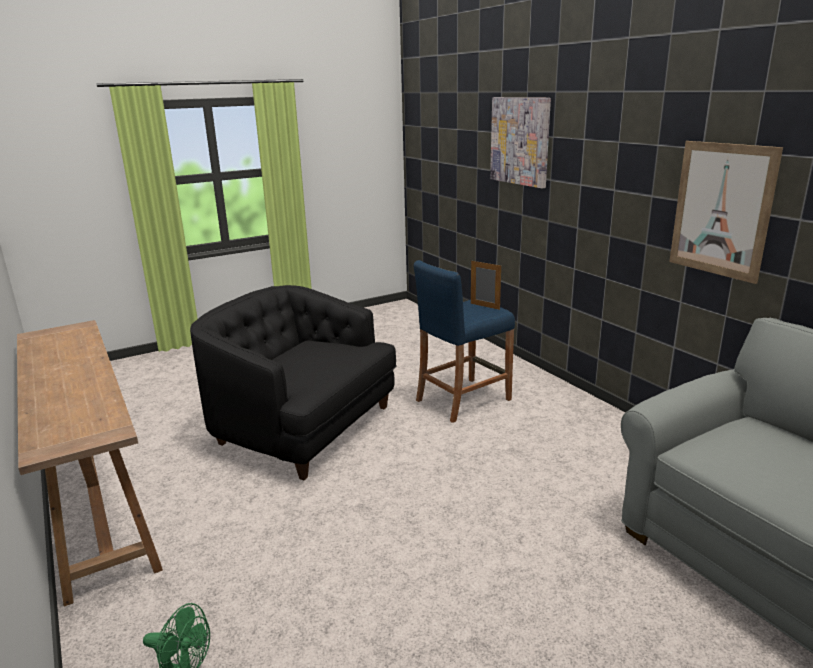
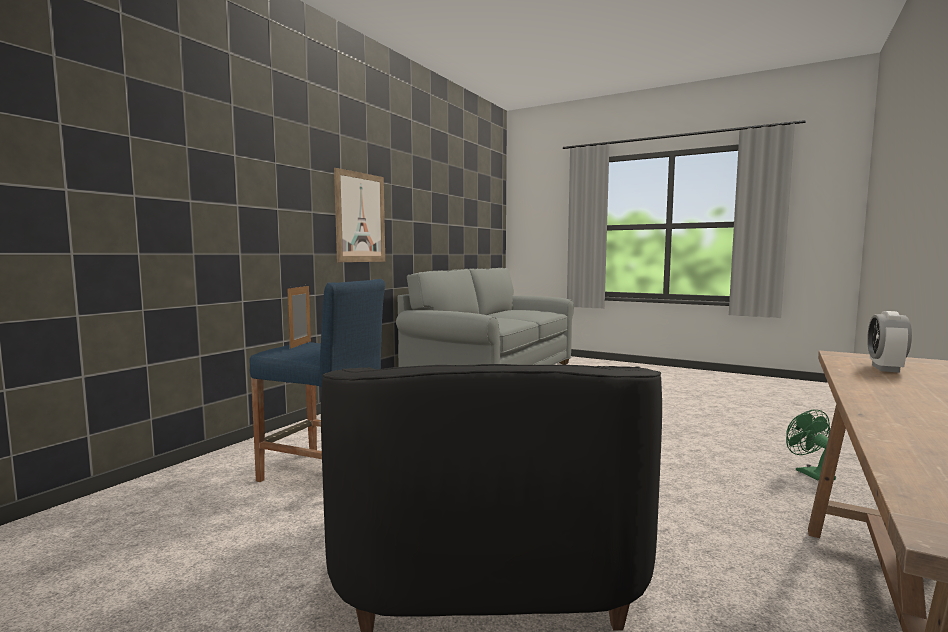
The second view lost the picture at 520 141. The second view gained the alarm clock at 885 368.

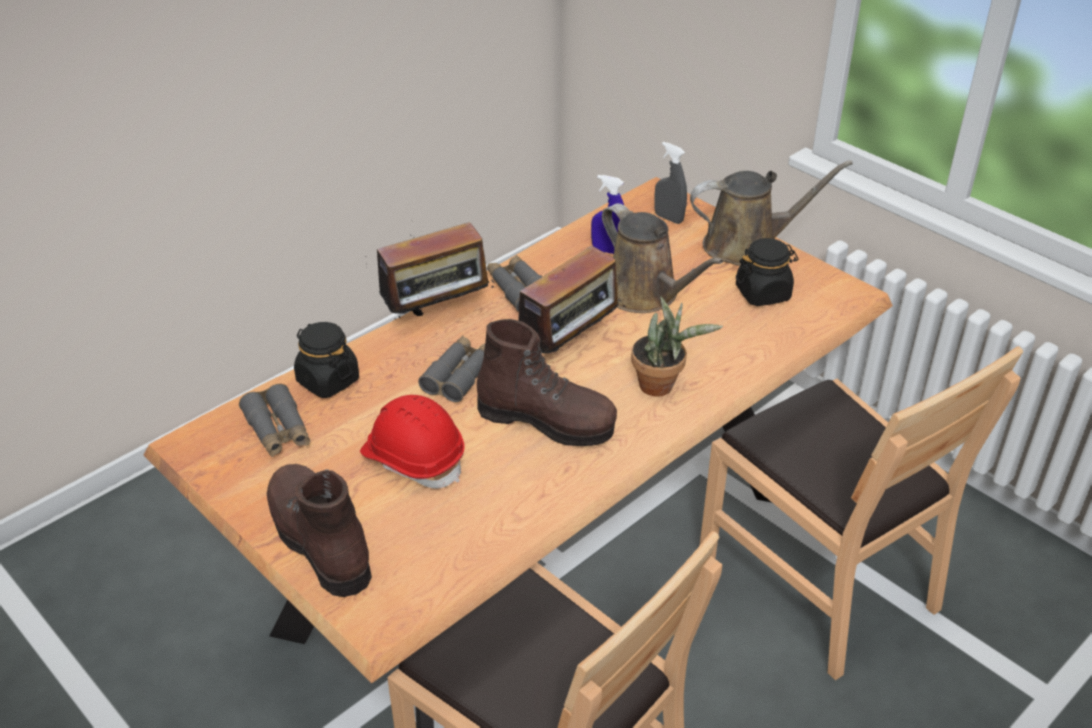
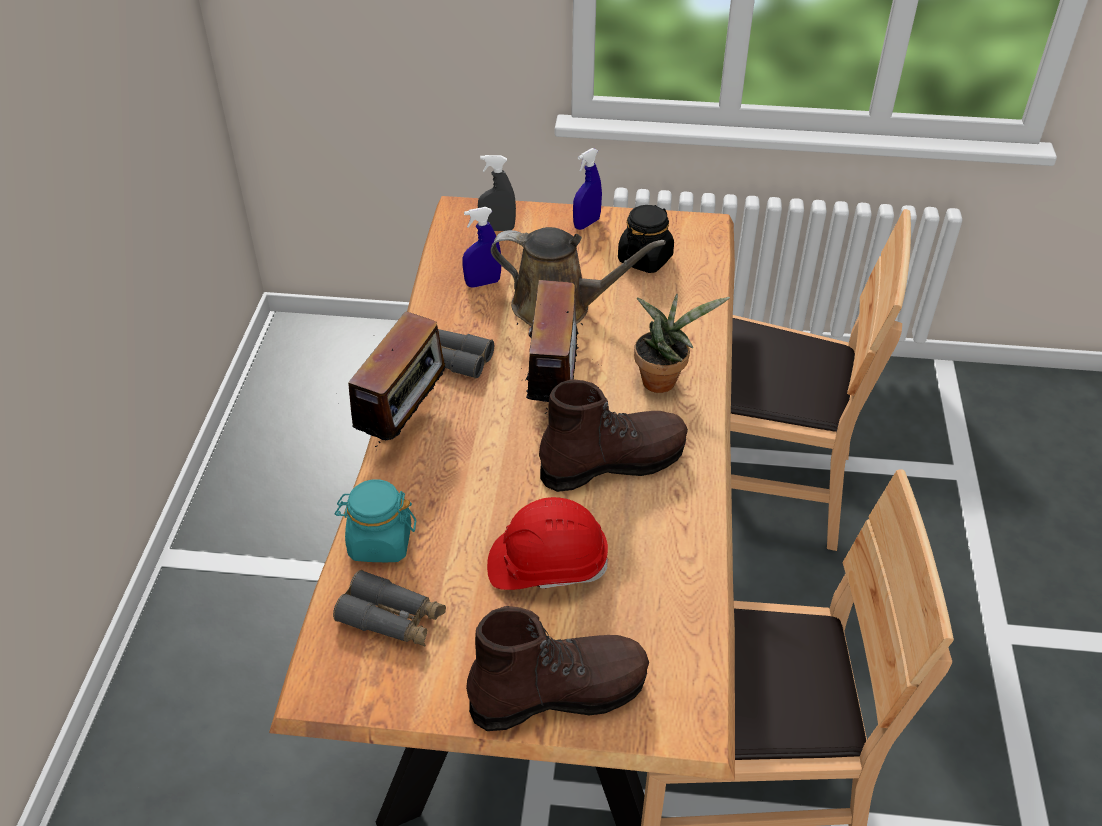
Where the brown watering can stood at 747 245, the blue spray bottle came to stand at 586 223. What was the black jar at 327 381 turned into the turquoise jar at 380 542. The second view lost the grey binoculars at 459 375. The brown boot at 319 541 ended up facing another way, 150 degrees clockwise from before.

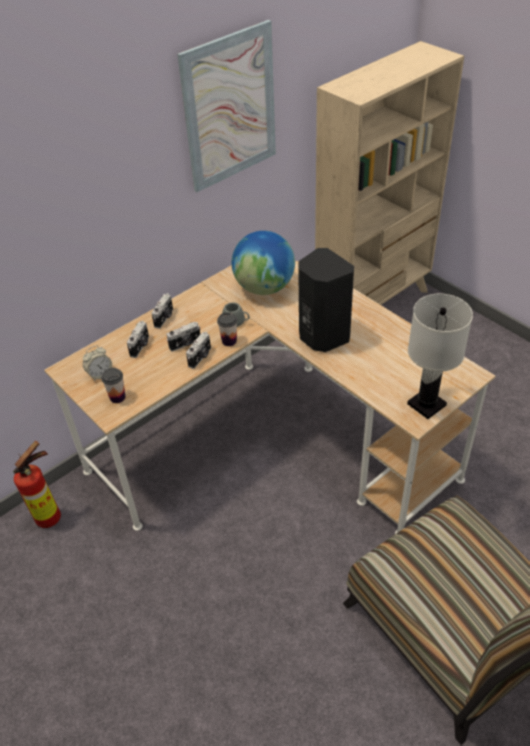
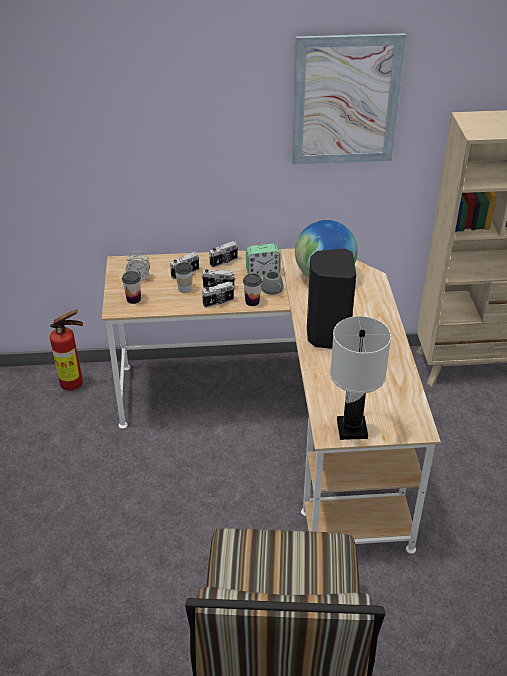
The second view gained the alarm clock at 262 273. The second view gained the cup at 185 289.

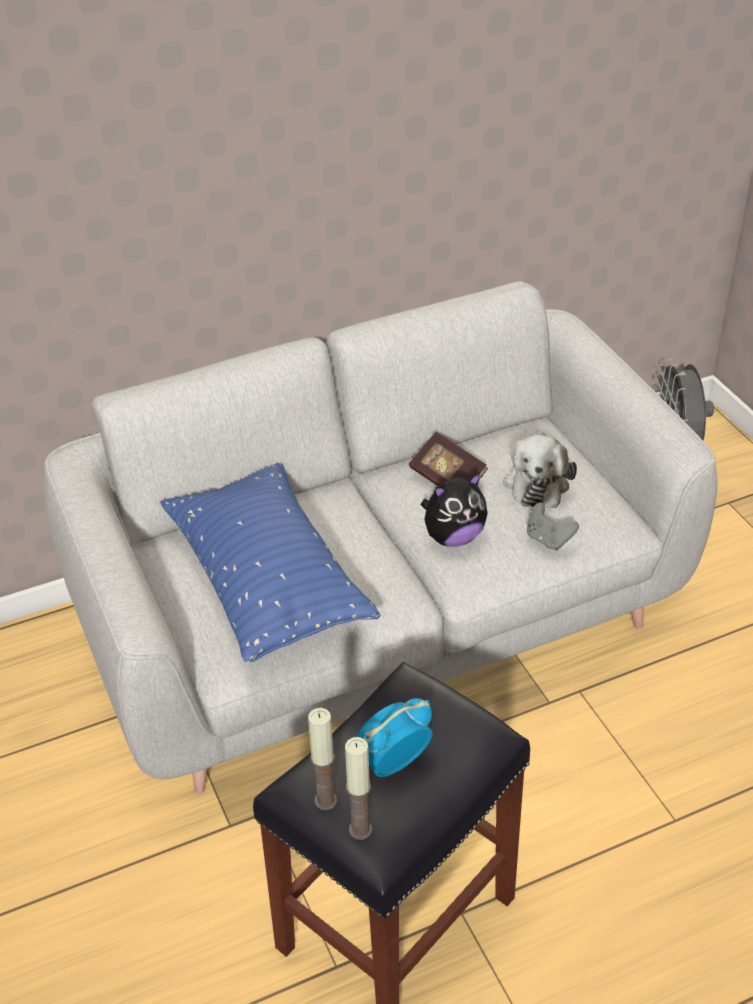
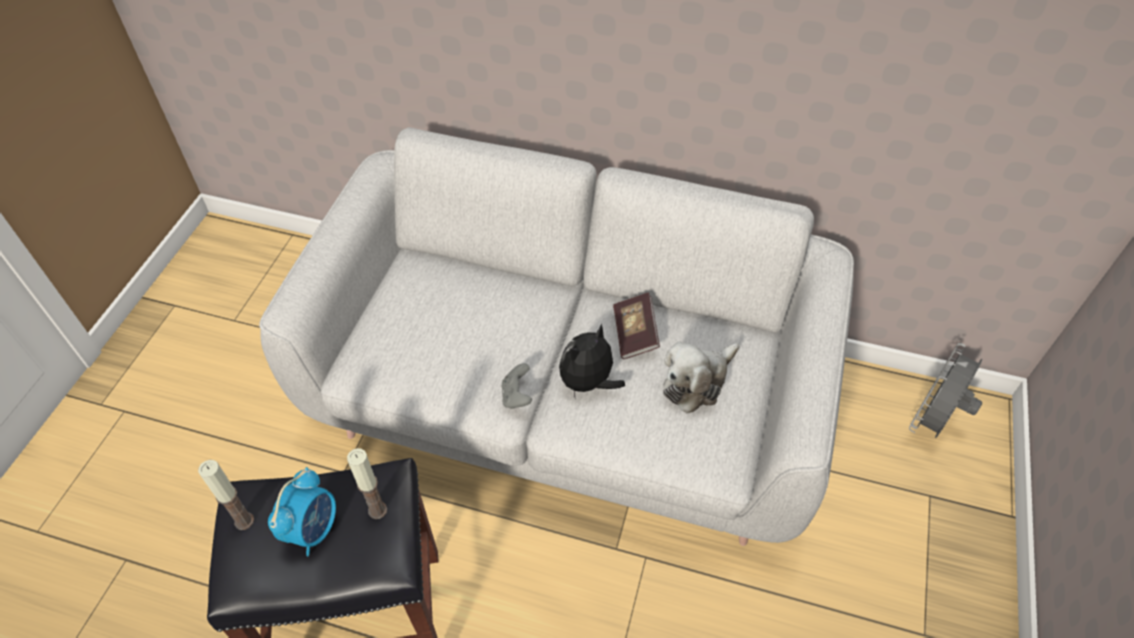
The second view lost the blue pillow at 267 582. The plush toy at 453 537 ended up facing another way, 120 degrees clockwise from before. The grey game controller ended up elsewhere, having gone from 548 539 to 517 396. The alarm clock at 392 763 ended up facing another way, 105 degrees clockwise from before. The candle ended up elsewhere, having gone from 360 829 to 377 510.

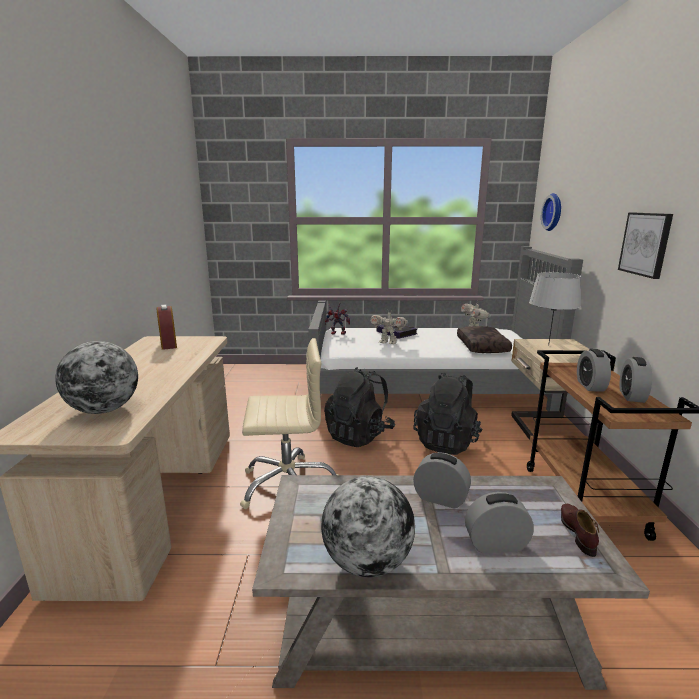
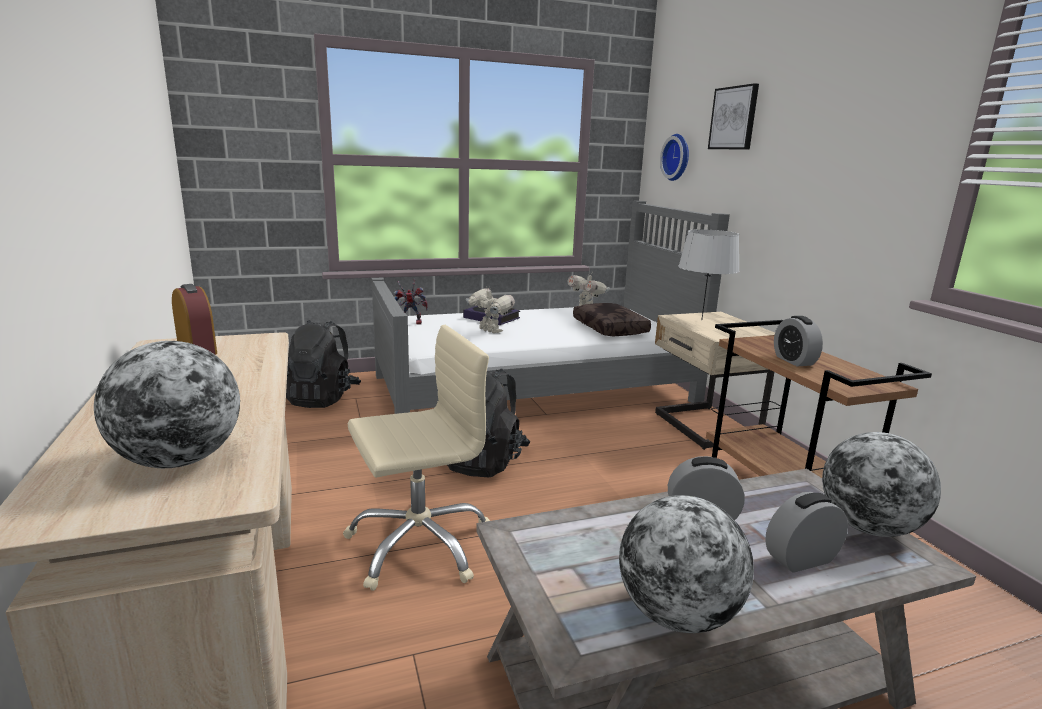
The picture ended up elsewhere, having gone from 645 244 to 734 118. The toy robot at 388 342 ended up facing another way, 135 degrees counterclockwise from before. The second view lost the alarm clock at 631 396. The black backpack ended up elsewhere, having gone from 447 442 to 321 398. Where the brown shoe stood at 577 532, the globe came to stand at 868 527.

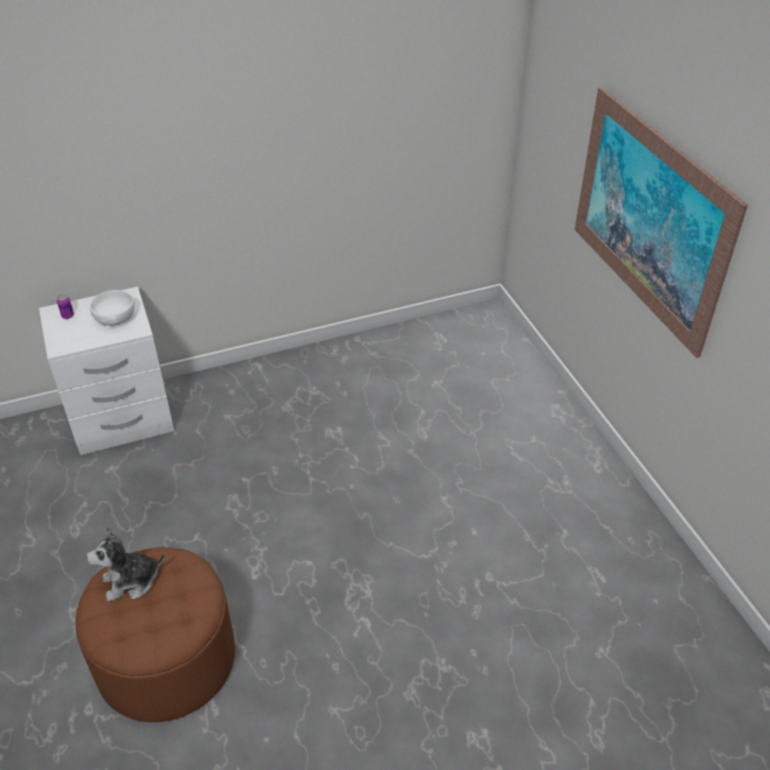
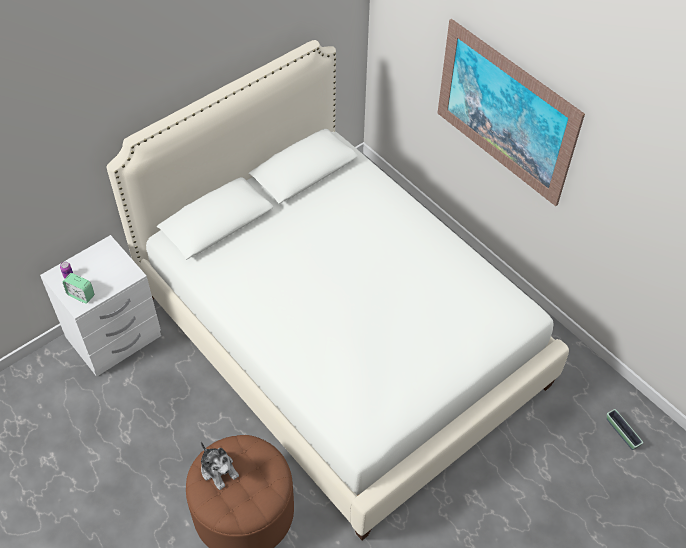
The second view lost the white bowl at 115 317. The plush toy at 131 581 ended up facing another way, 90 degrees counterclockwise from before. The second view gained the white bed at 341 337. The second view gained the alarm clock at 81 295. The second view gained the planter at 622 433.

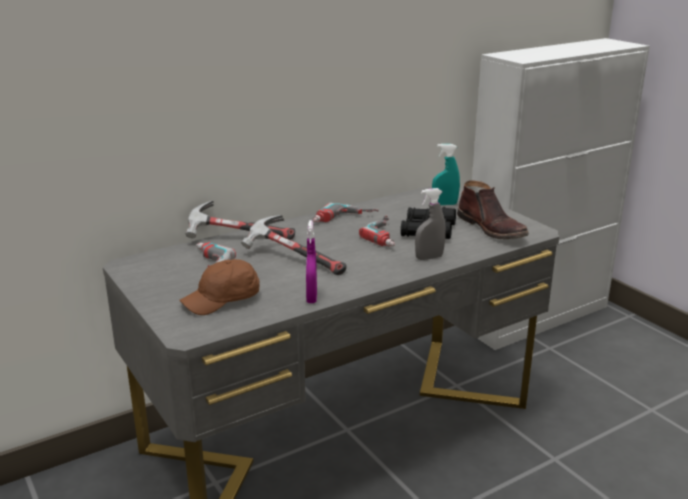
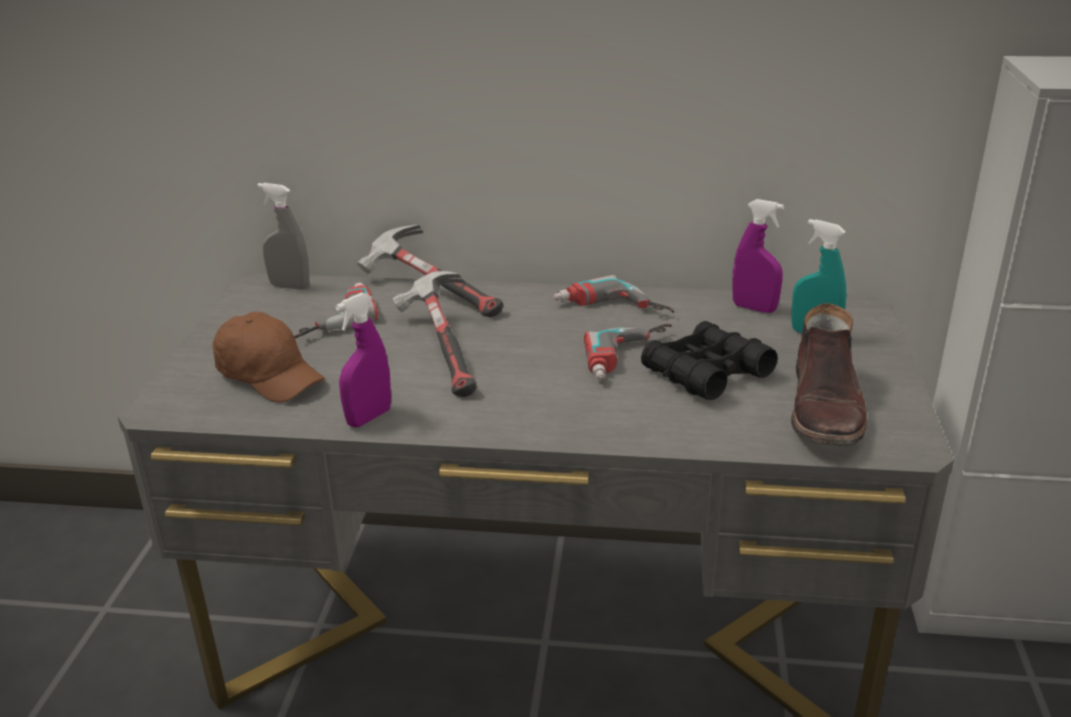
The grey spray bottle ended up elsewhere, having gone from 429 258 to 290 286. The brown cap at 222 300 ended up facing another way, 150 degrees counterclockwise from before. The second view gained the purple spray bottle at 754 308.

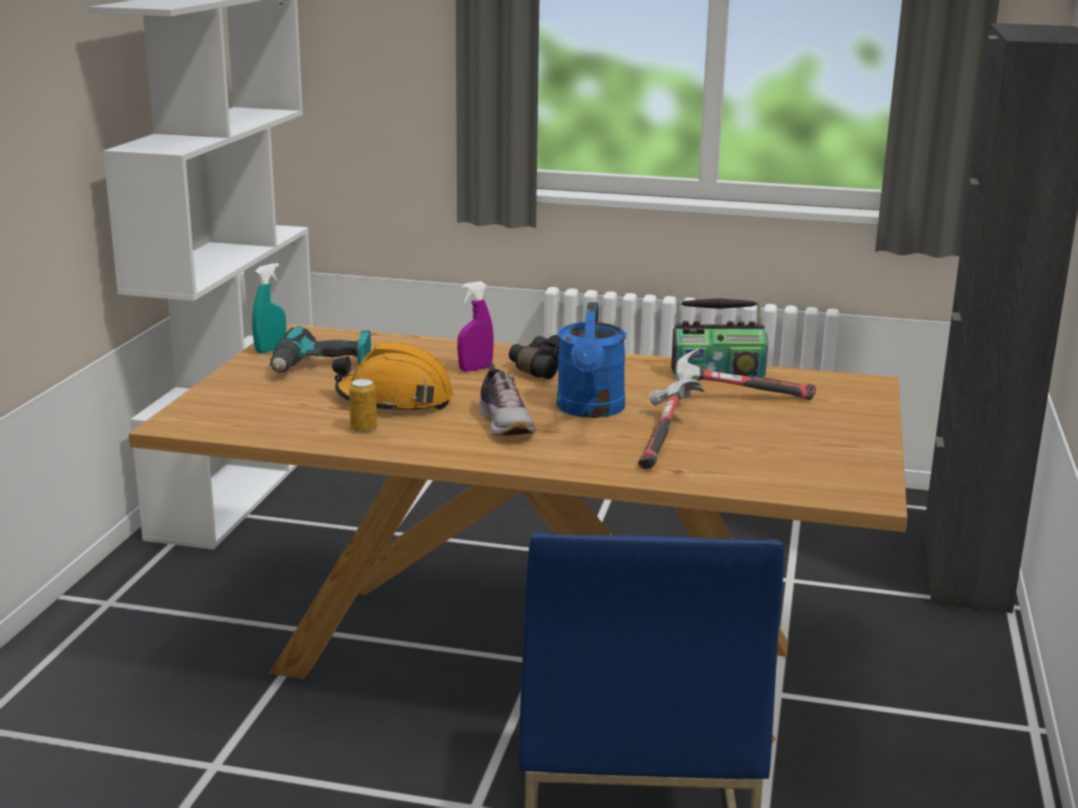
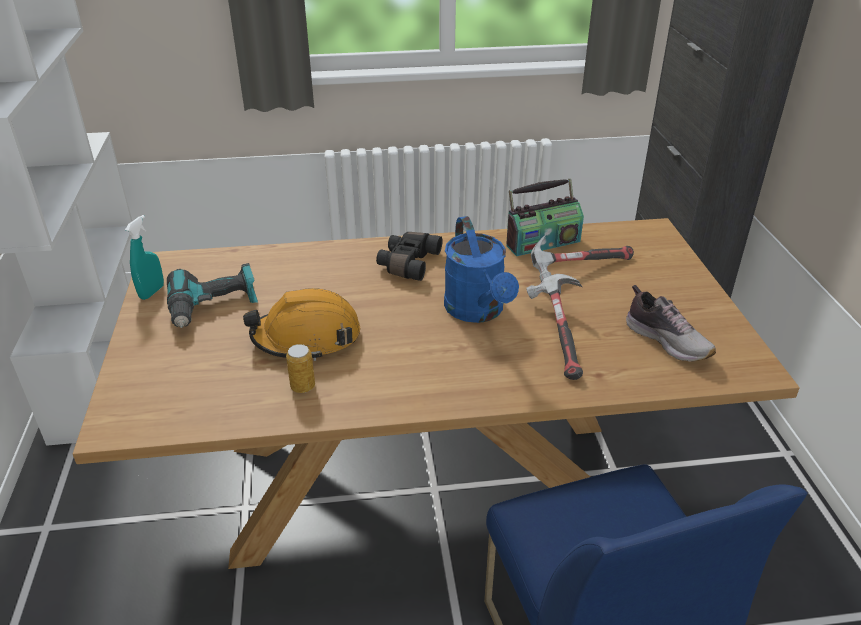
The second view lost the purple spray bottle at 475 369. The shoe ended up elsewhere, having gone from 506 424 to 667 340.

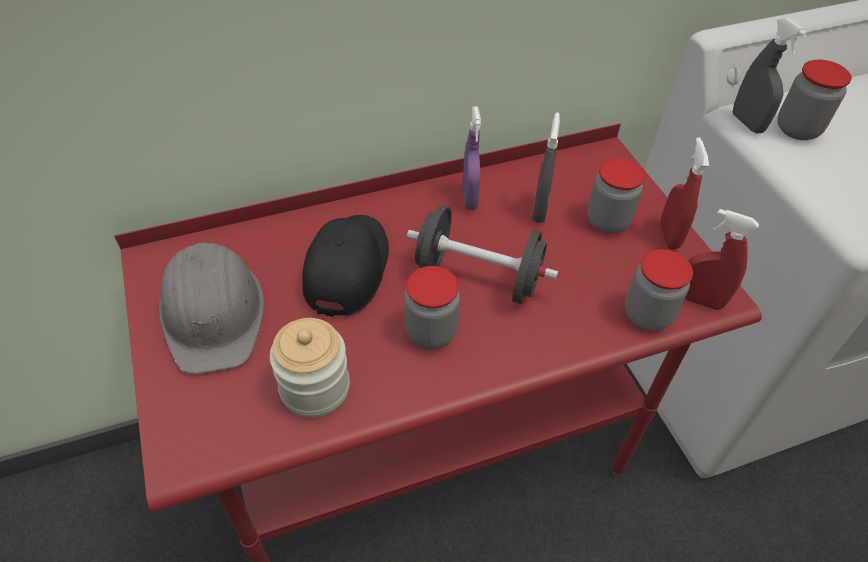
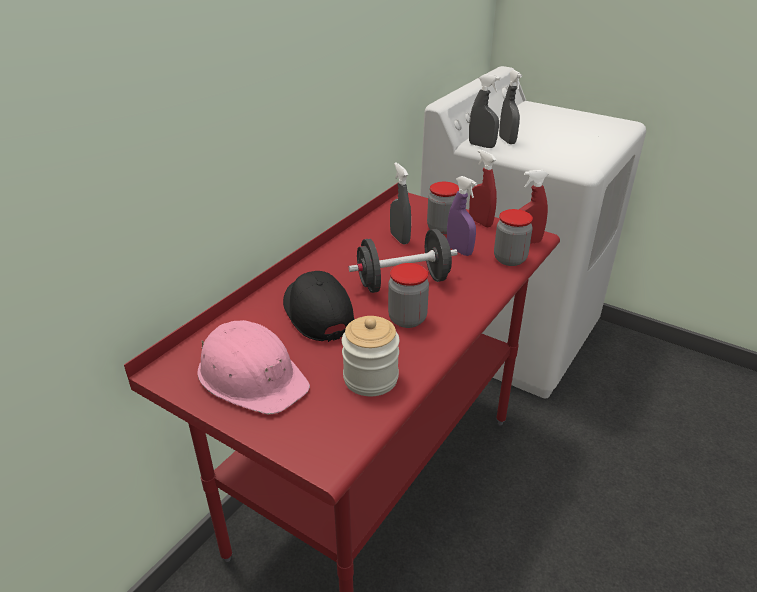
Where the jar stood at 797 129, the grey spray bottle came to stand at 507 140. The purple spray bottle ended up elsewhere, having gone from 469 198 to 459 251. What was the grey hard hat at 214 312 turned into the pink hard hat at 252 376.

